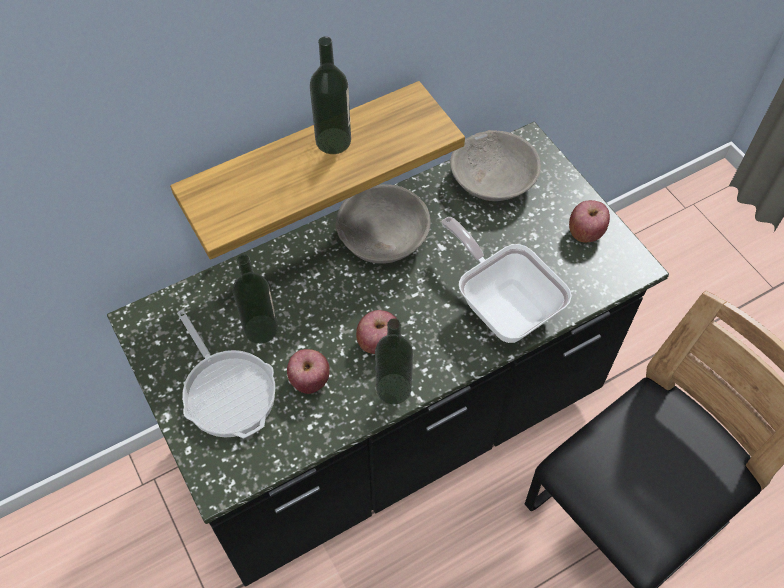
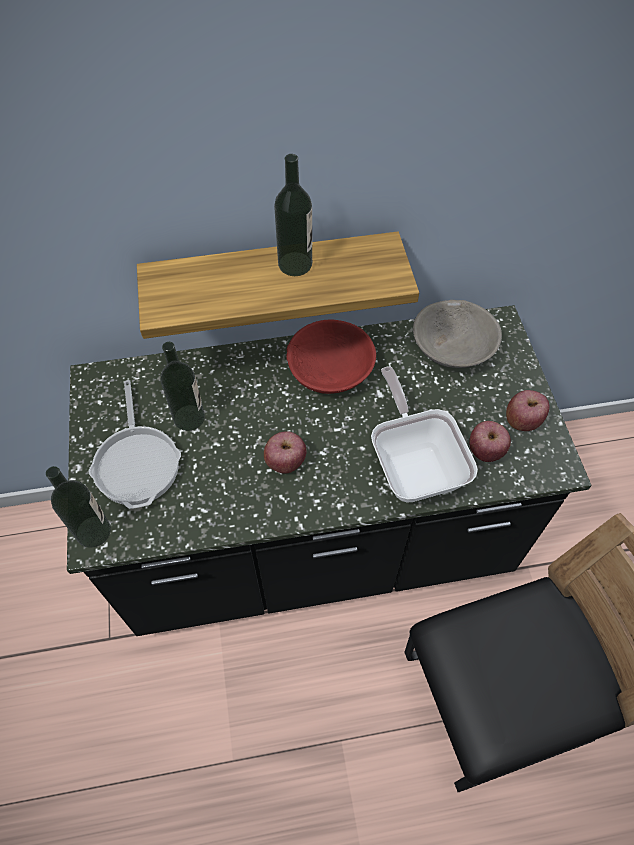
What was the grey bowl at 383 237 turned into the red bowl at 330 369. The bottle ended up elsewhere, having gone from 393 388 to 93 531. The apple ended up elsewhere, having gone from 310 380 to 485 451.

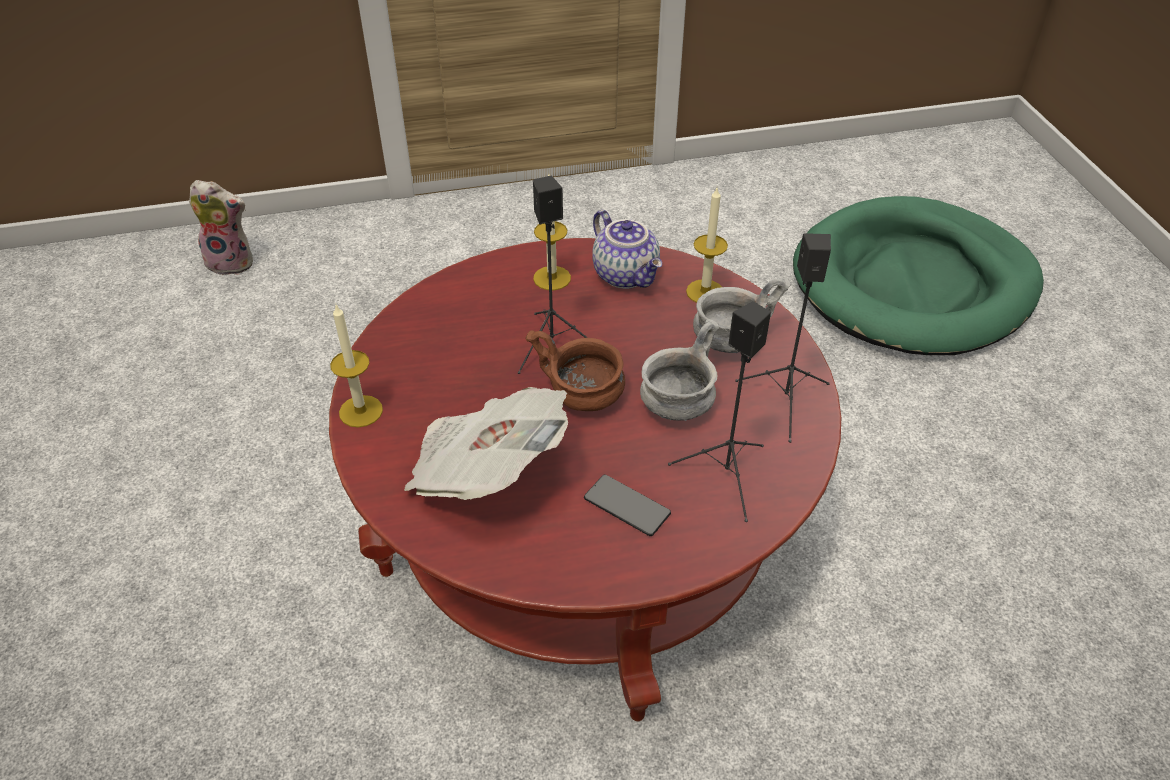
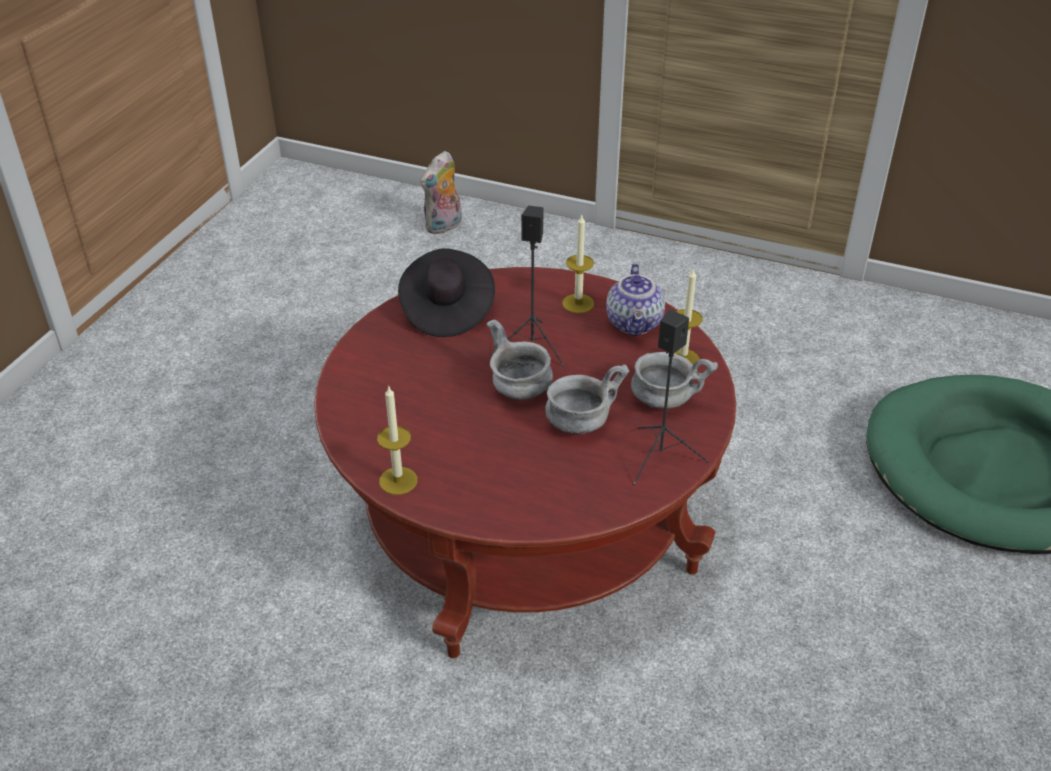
The plush toy at 233 262 ended up facing another way, 90 degrees clockwise from before. The second view lost the black speaker at 726 477. The candle ended up elsewhere, having gone from 361 411 to 398 481. What was the brown bowl at 584 397 turned into the grey bowl at 519 389. The second view lost the newspaper at 486 470. The second view lost the phone at 627 506. The second view gained the black hat at 446 310.

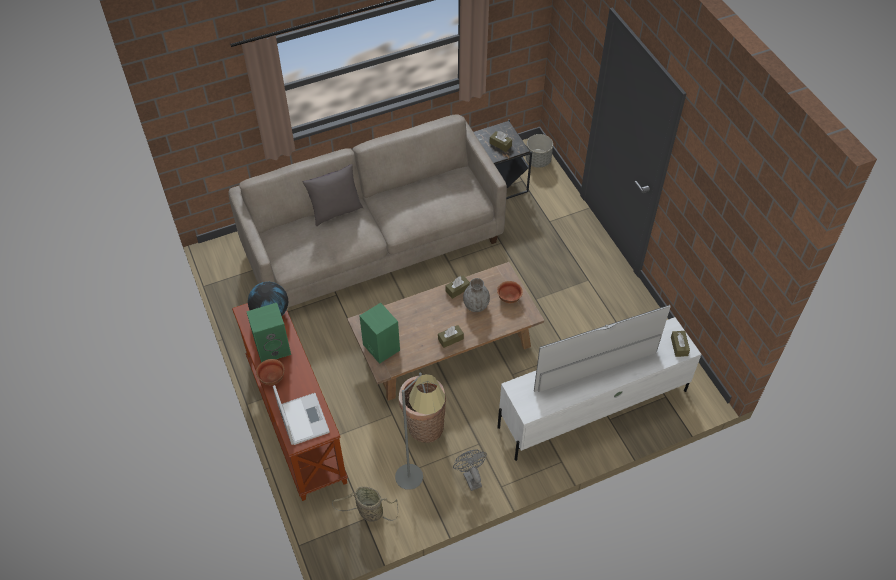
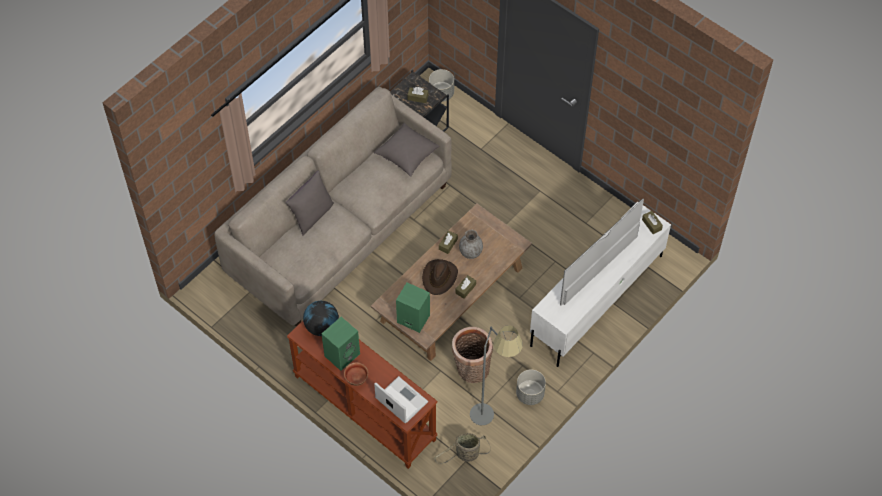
The second view lost the bowl at 509 297. Where the grey fan stood at 470 477, the grey planter came to stand at 530 394. The second view gained the grey pillow at 407 155. The second view gained the brown hat at 439 277.

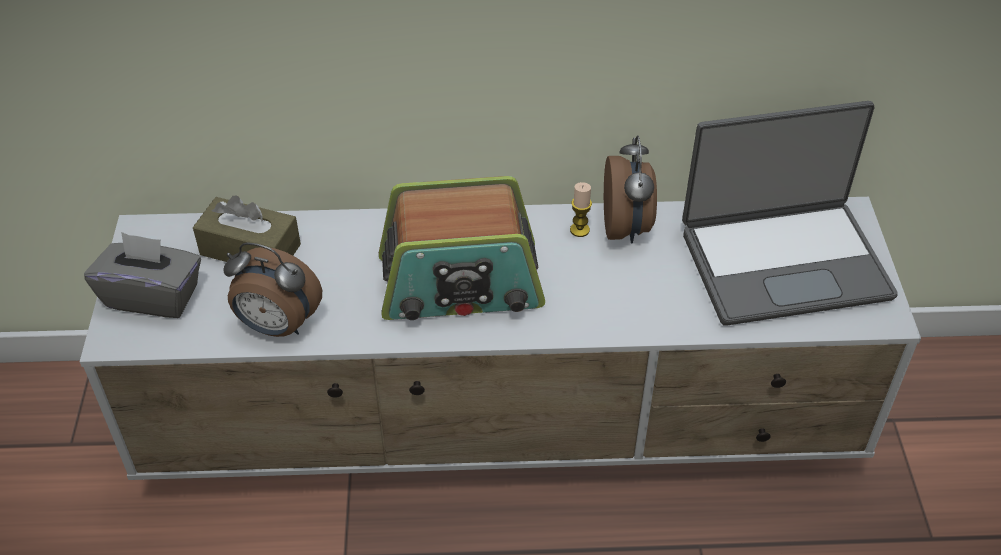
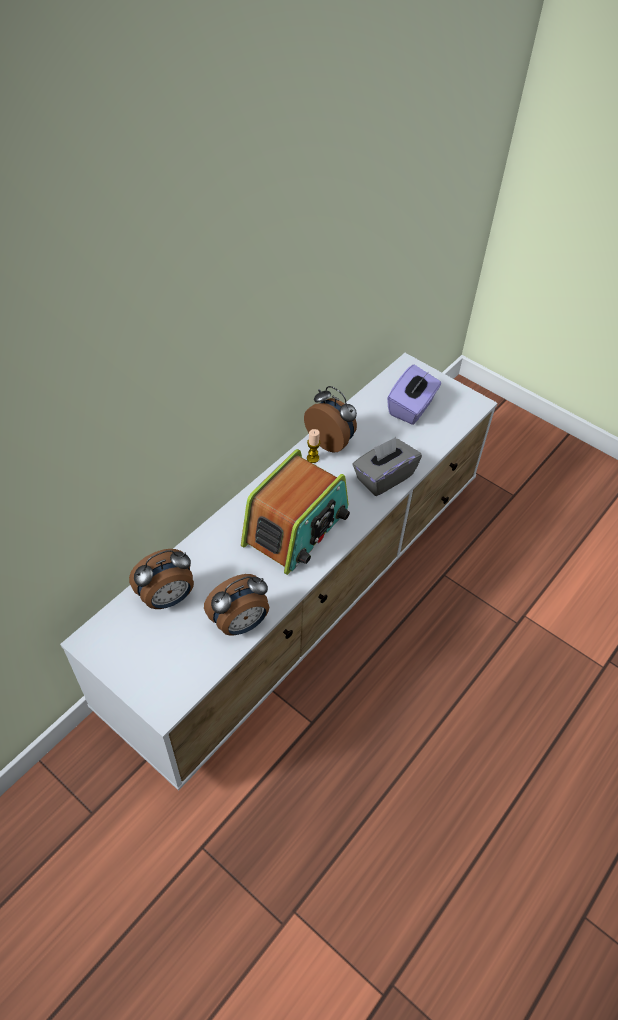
Where the laptop stood at 783 261, the purple tissue box came to stand at 411 408. Where the brown tissue box stood at 250 249, the alarm clock came to stand at 168 598. The grey tissue box ended up elsewhere, having gone from 153 296 to 383 477.

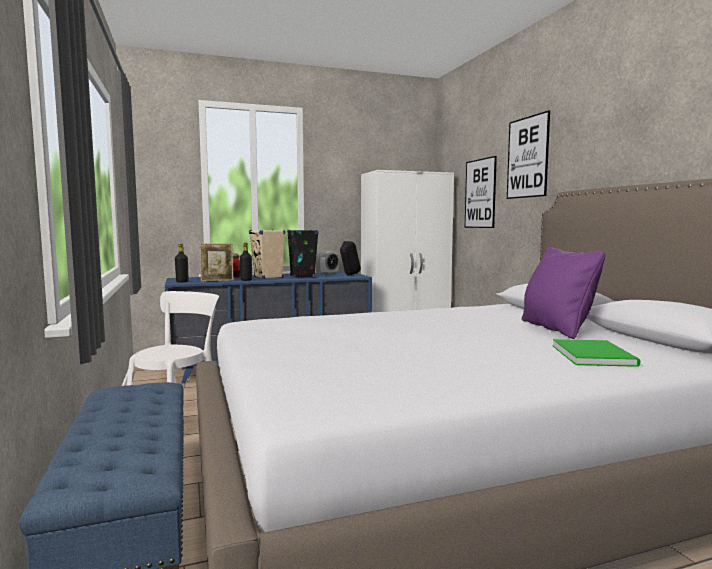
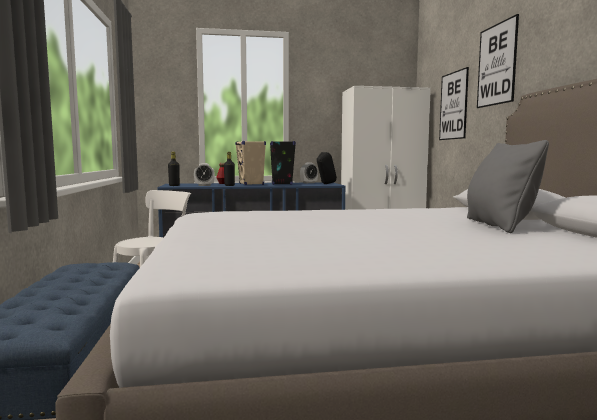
Where the picture frame stood at 217 281, the alarm clock came to stand at 204 185. What was the purple pillow at 556 329 turned into the grey pillow at 499 225. The second view lost the green book at 594 355.

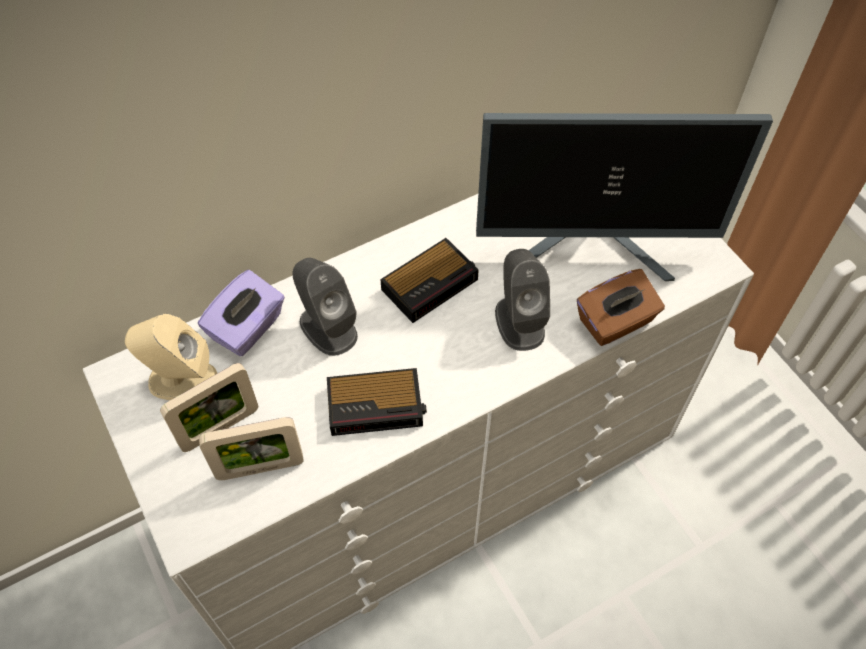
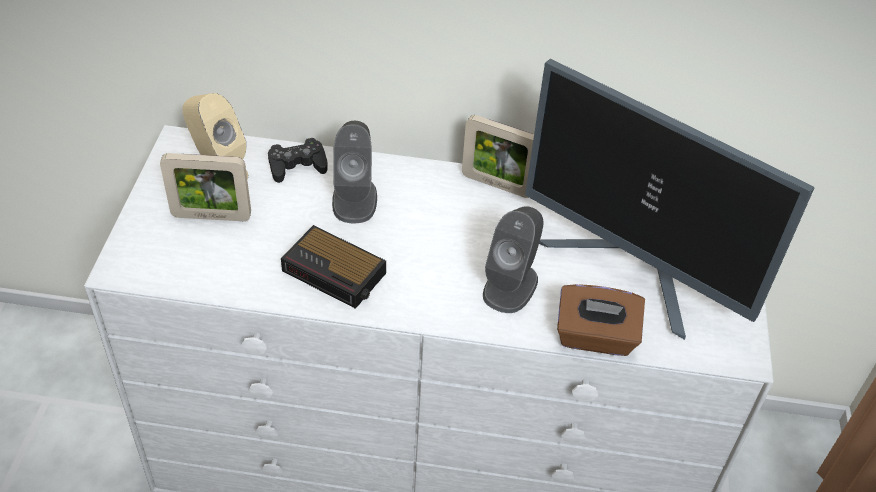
The second view lost the alarm clock at 431 283. Where the purple tissue box stood at 248 328, the black game controller came to stand at 297 165. The picture frame ended up elsewhere, having gone from 260 468 to 497 185.

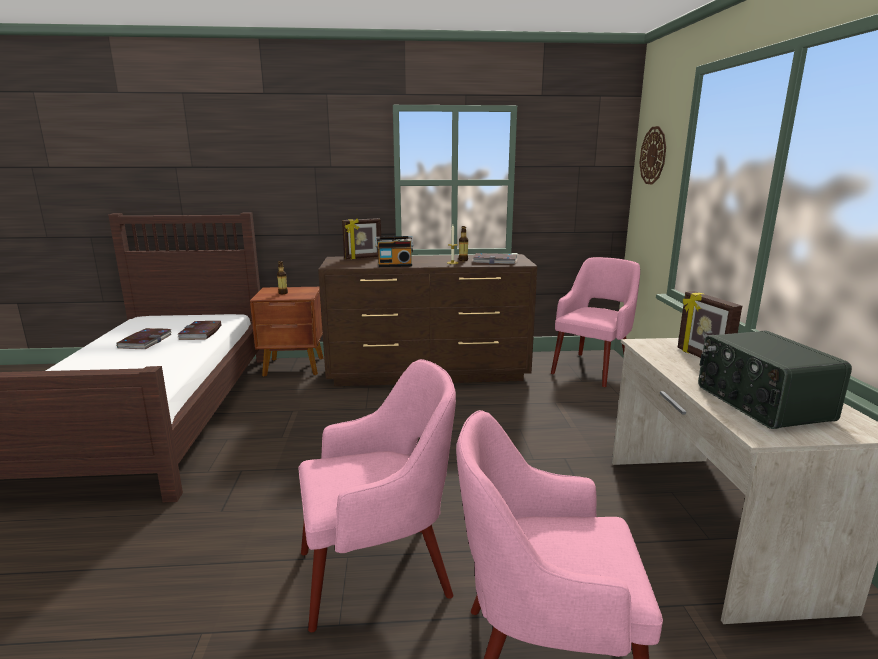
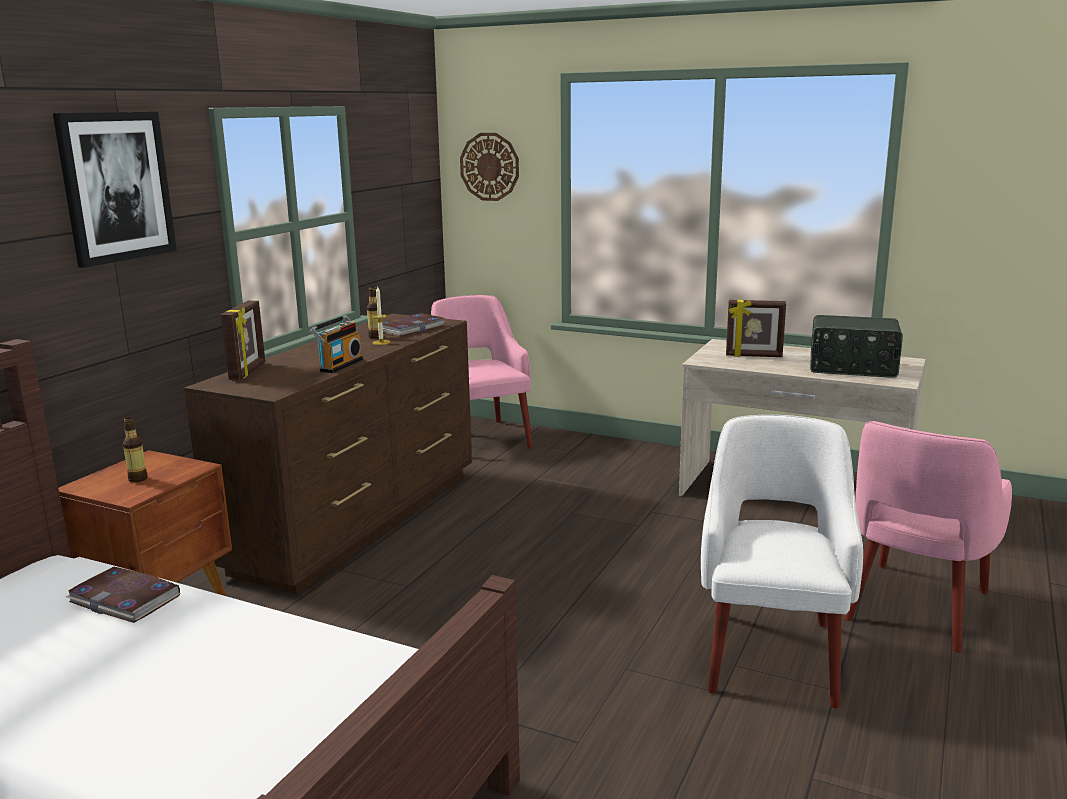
The second view lost the book at 145 341. What was the pink armchair at 379 572 turned into the white armchair at 771 652. The second view gained the picture at 116 187.

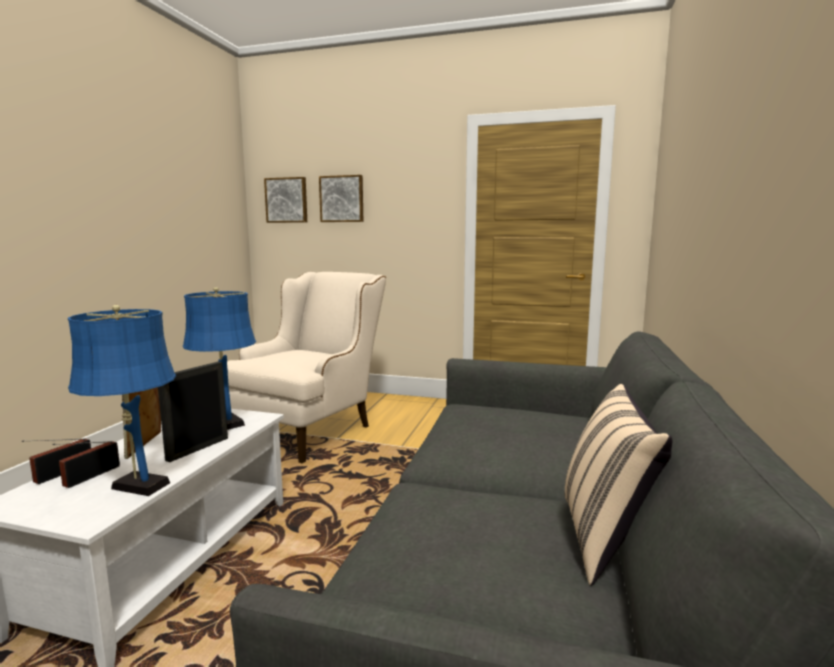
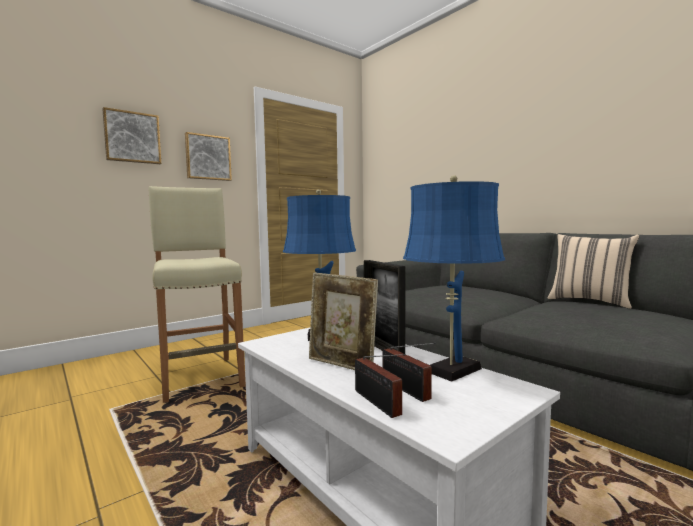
The picture ended up elsewhere, having gone from 287 200 to 208 157. Where the beige armchair stood at 310 429, the beige stool came to stand at 201 377.

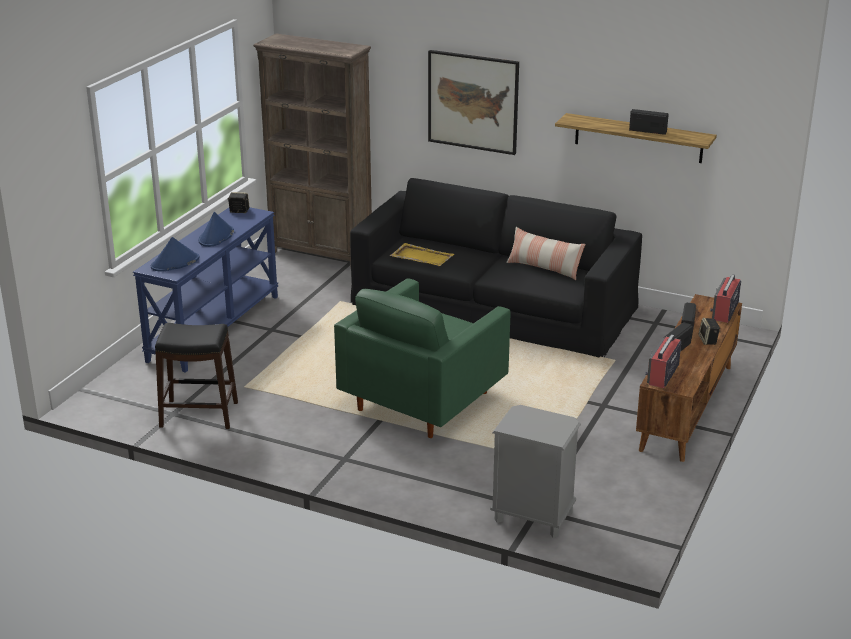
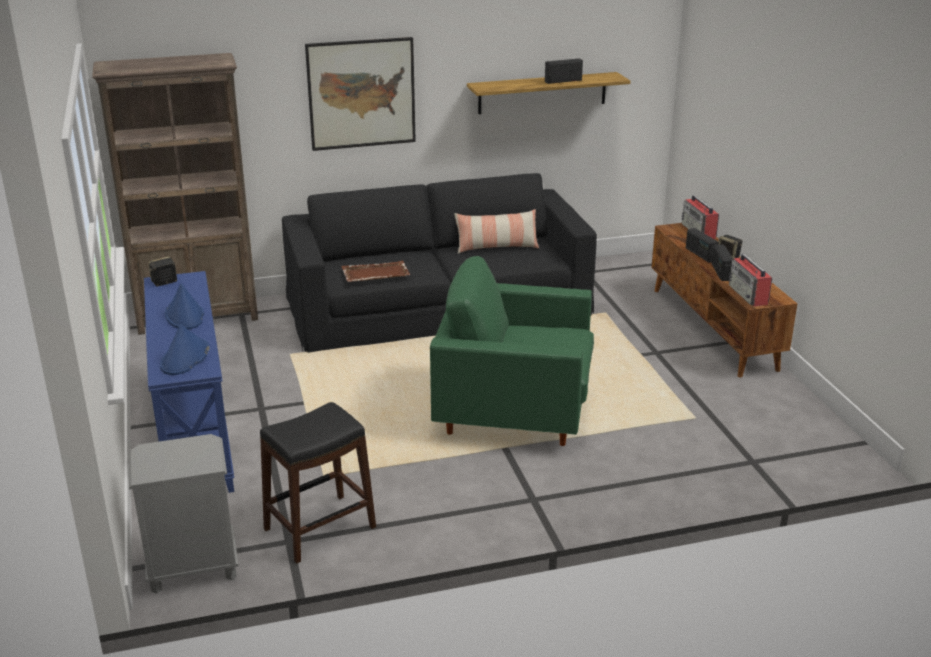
What was the yellow tray at 421 257 turned into the brown tray at 375 274. The green armchair at 423 401 ended up facing another way, 105 degrees clockwise from before. The grey nightstand ended up elsewhere, having gone from 532 516 to 192 568.

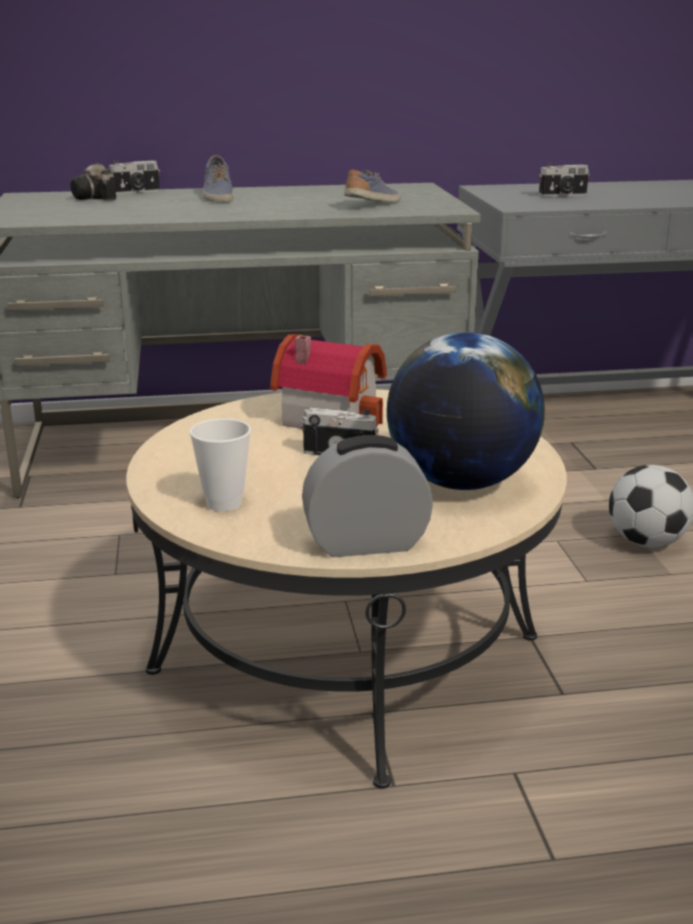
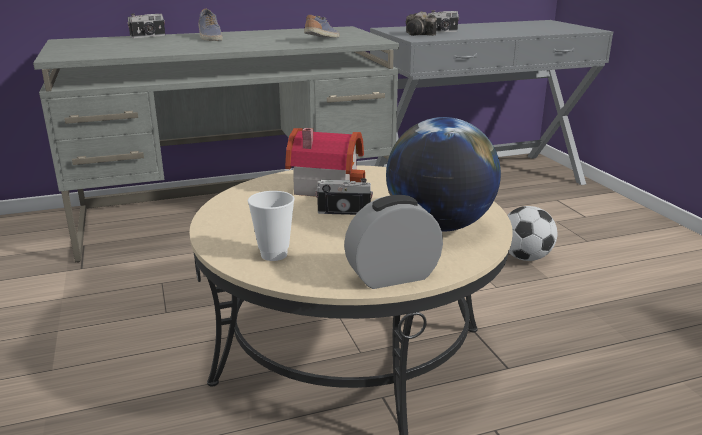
The photo camera ended up elsewhere, having gone from 95 198 to 419 34.

